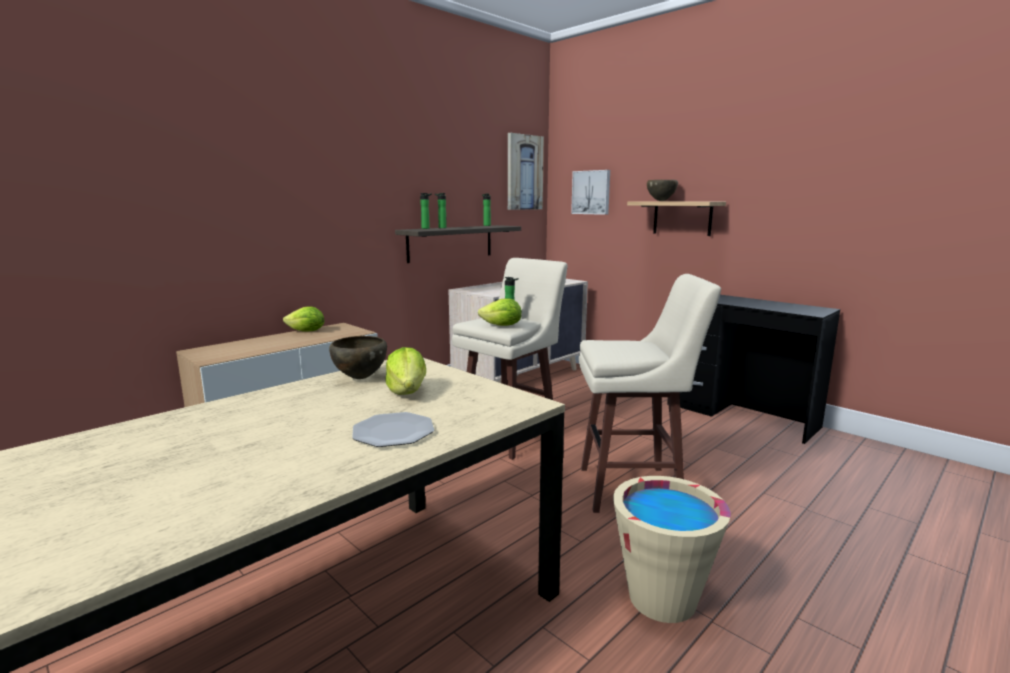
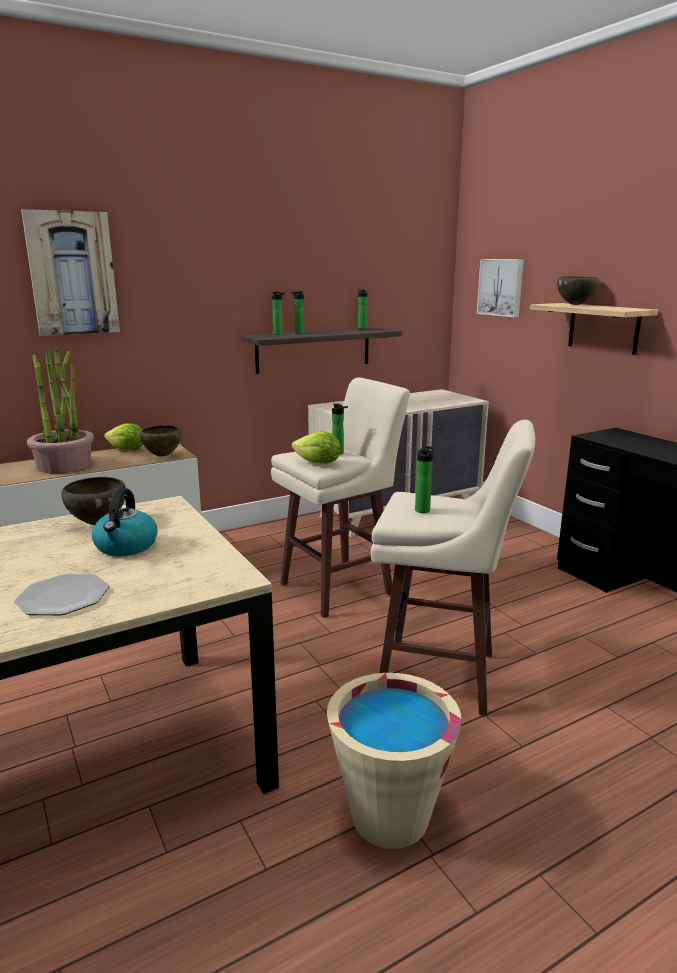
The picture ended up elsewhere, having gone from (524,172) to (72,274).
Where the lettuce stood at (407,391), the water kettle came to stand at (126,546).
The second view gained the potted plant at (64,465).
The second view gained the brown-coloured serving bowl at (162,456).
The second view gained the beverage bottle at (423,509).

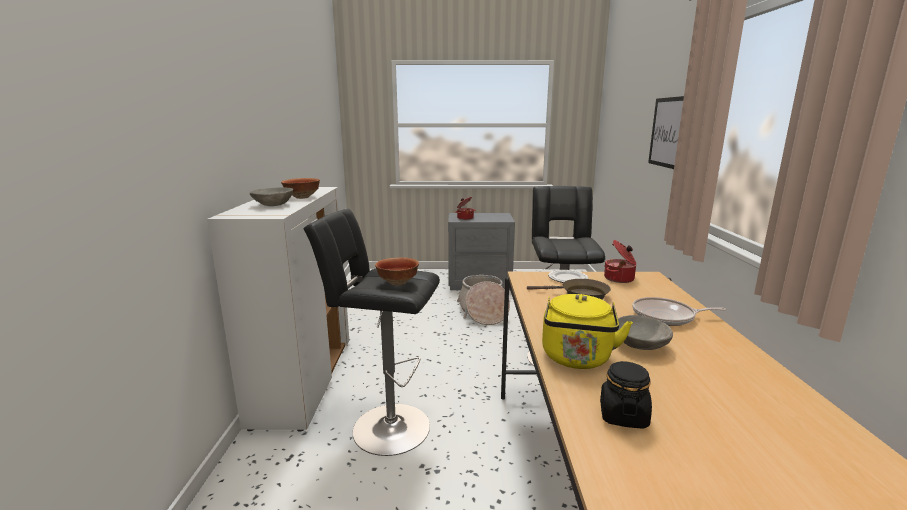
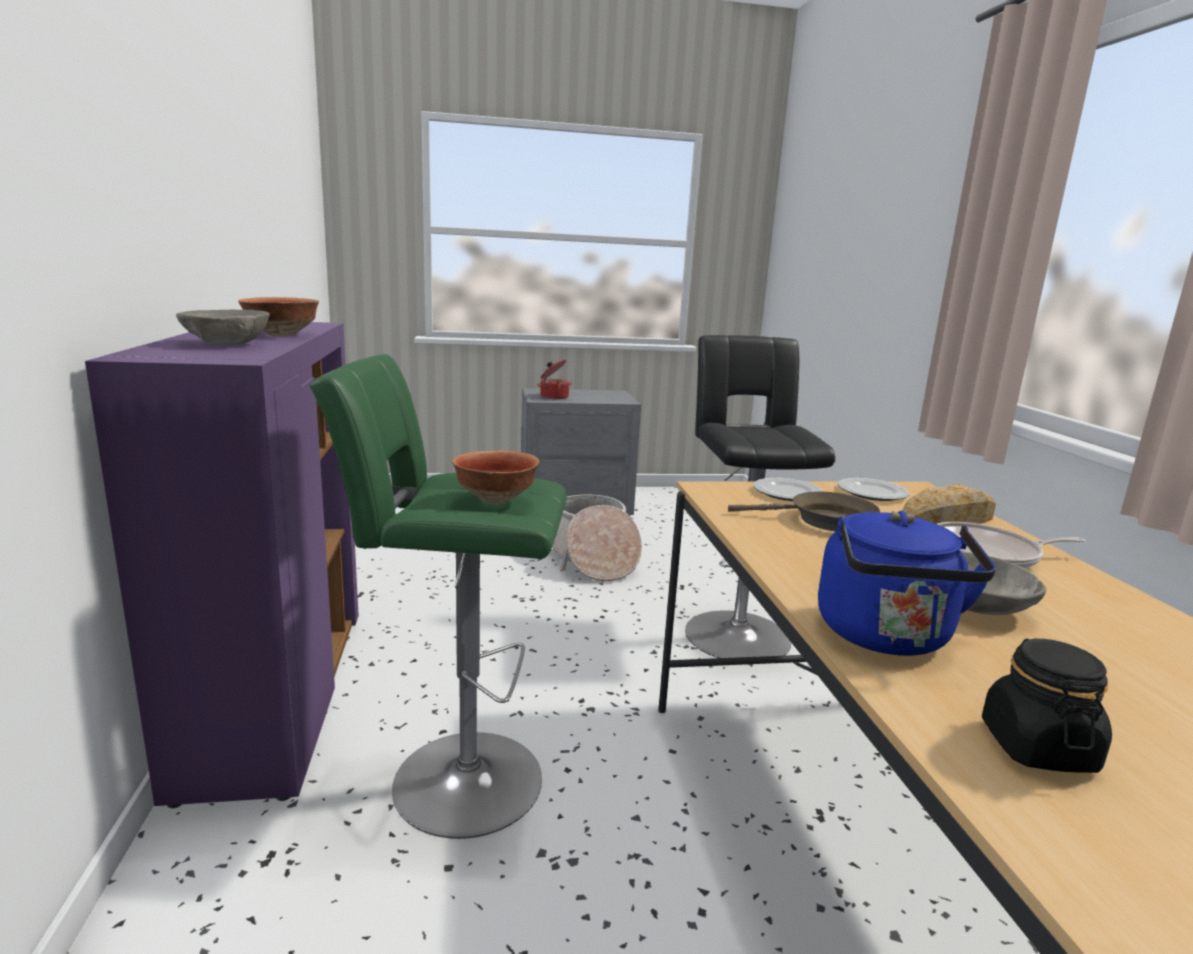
The second view lost the picture at (667,132).
What was the white cabinet at (303,380) turned into the purple cabinet at (277,696).
What was the black-coloured sitting stool at (385,427) turned into the green-coloured sitting stool at (456,780).
Where the cooking pot stood at (619,279), the plate came to stand at (873,493).
What was the yellow-coloured water kettle at (577,359) turned into the blue-coloured water kettle at (886,637).
The second view gained the bakery bread at (946,520).

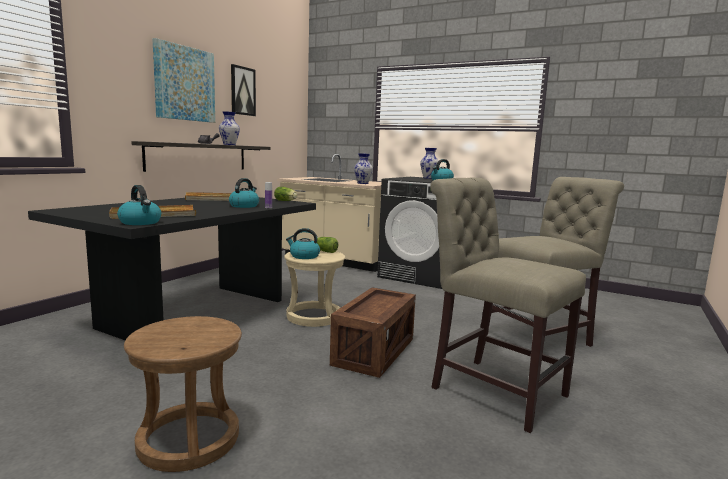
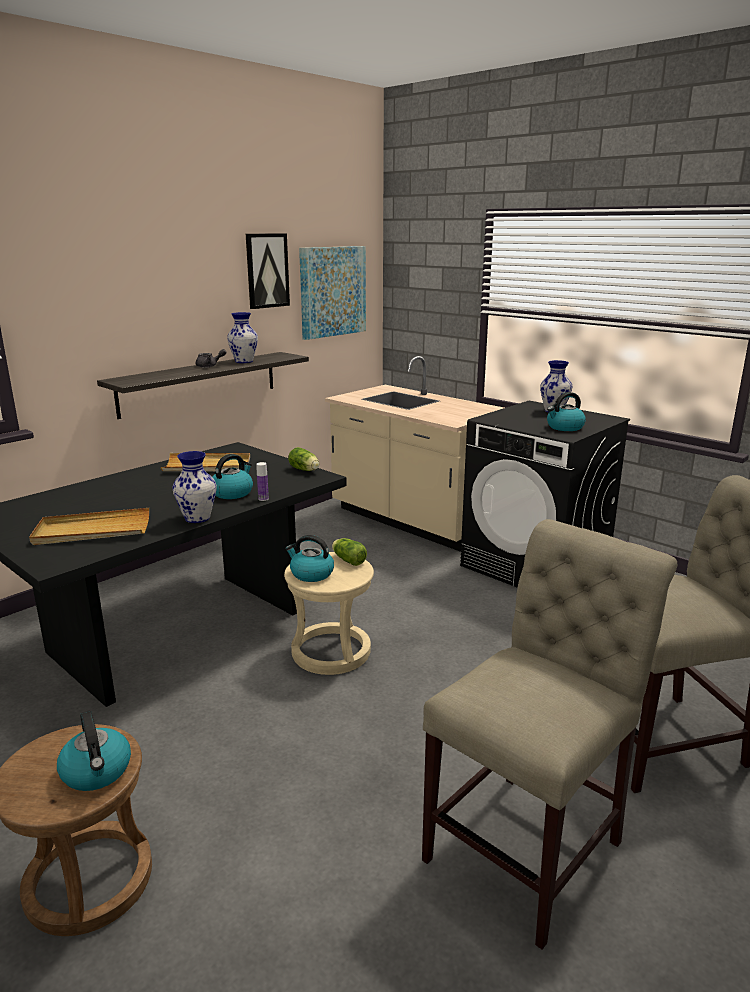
The picture ended up elsewhere, having gone from (184,83) to (332,291).
The decorative vase ended up elsewhere, having gone from (363,183) to (197,518).
The beige-coloured chair at (492,388) ended up facing another way, 75 degrees clockwise from before.
The water kettle ended up elsewhere, having gone from (140,222) to (97,772).
The second view lost the shipping crate at (374,352).

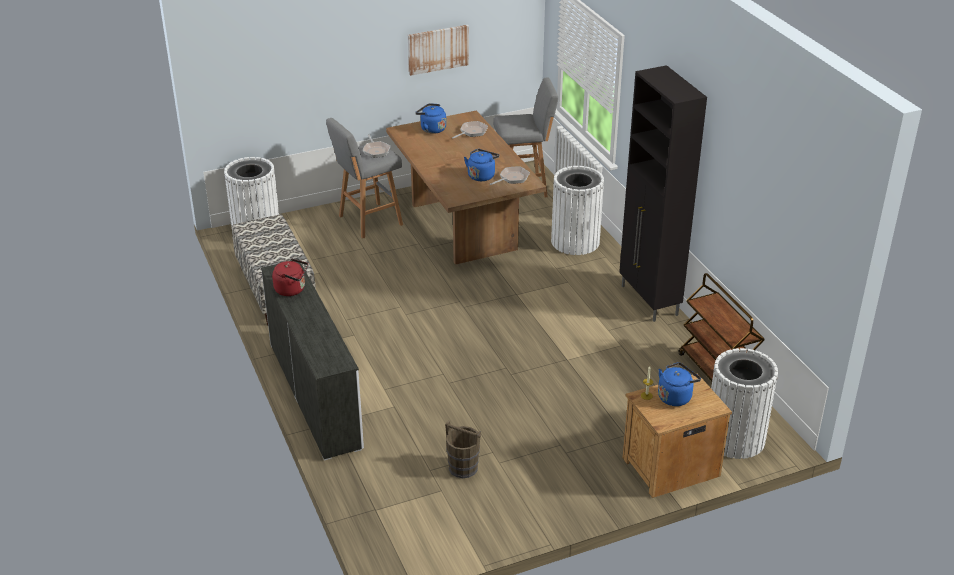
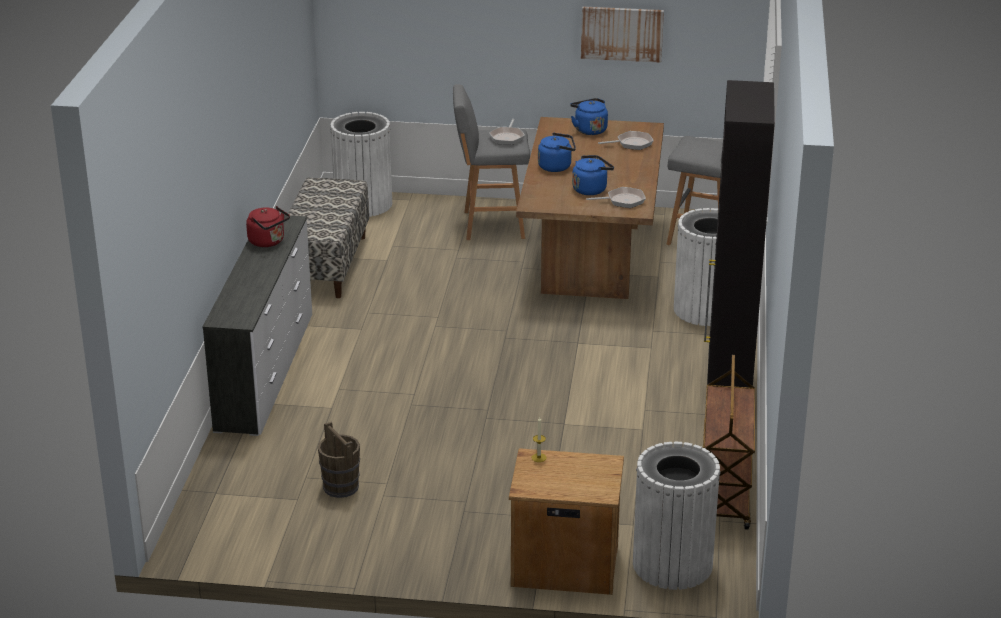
The blue-coloured water kettle ended up elsewhere, having gone from (675,396) to (557,166).

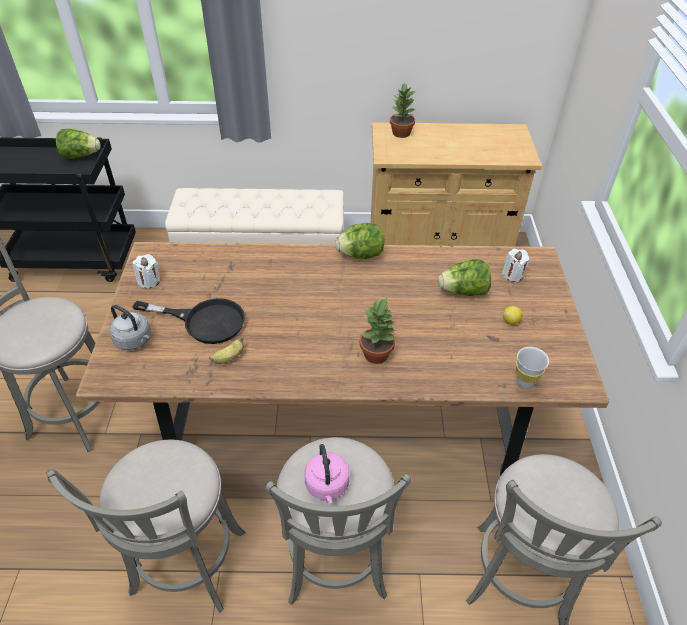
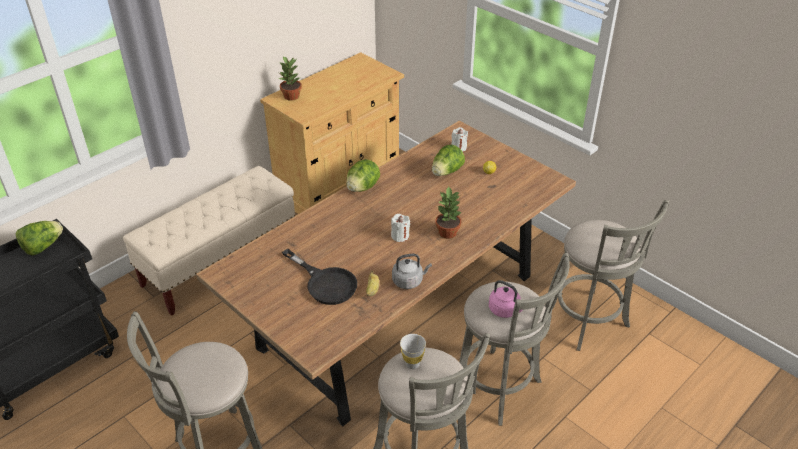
The white wax light ended up elsewhere, having gone from (149,281) to (400,236).
The black-coloured pan at (204,321) ended up facing another way, 75 degrees clockwise from before.
The greyish water kettle ended up elsewhere, having gone from (135,341) to (409,281).
The white cup ended up elsewhere, having gone from (524,382) to (412,364).

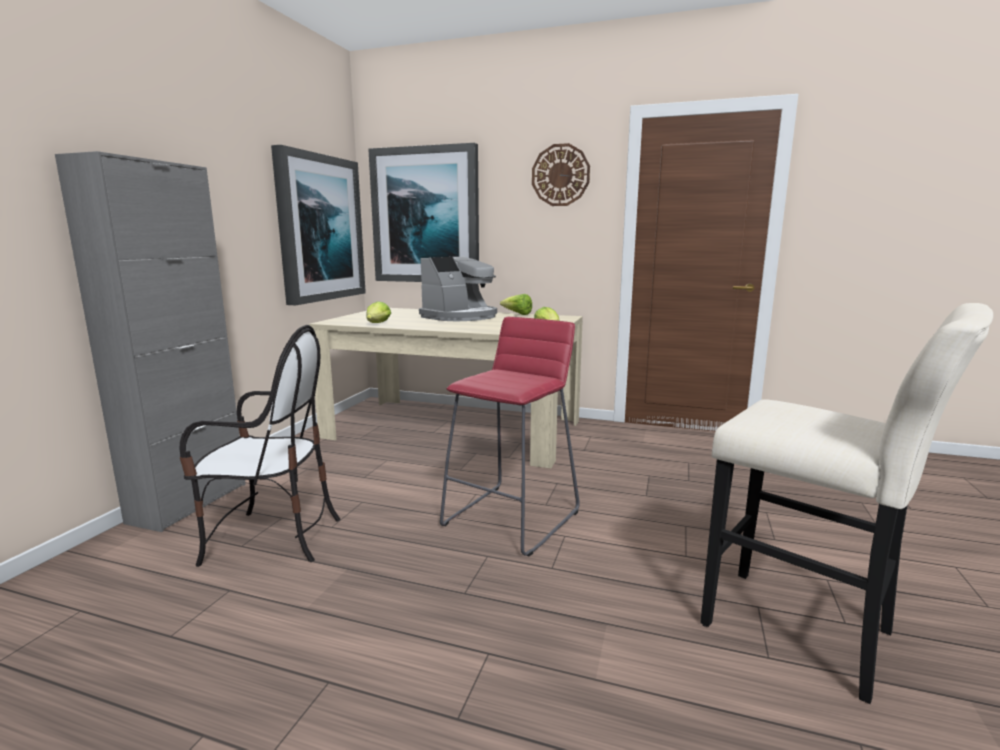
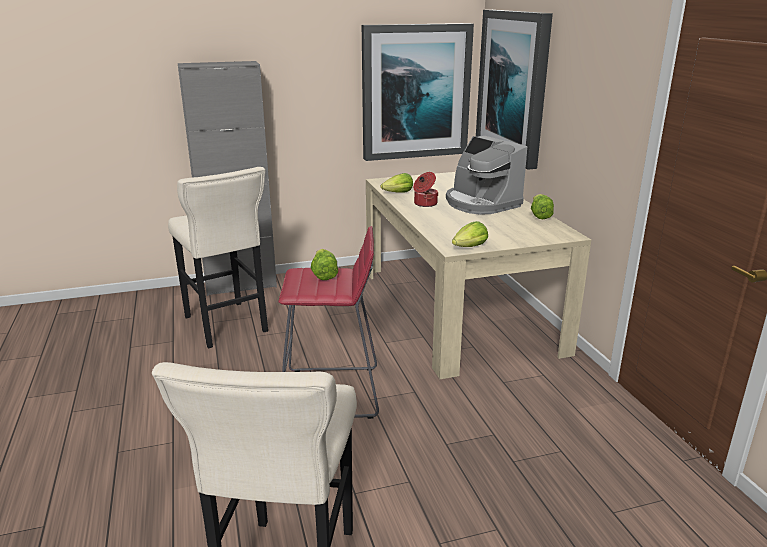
The second view lost the hanging clock at (560,175).
The coffee machine at (460,317) ended up facing another way, 45 degrees clockwise from before.
Where the chair stood at (272,539), the beige-coloured sitting stool came to stand at (227,326).
The second view gained the cooking pot at (424,204).
The second view gained the lettuce at (323,275).

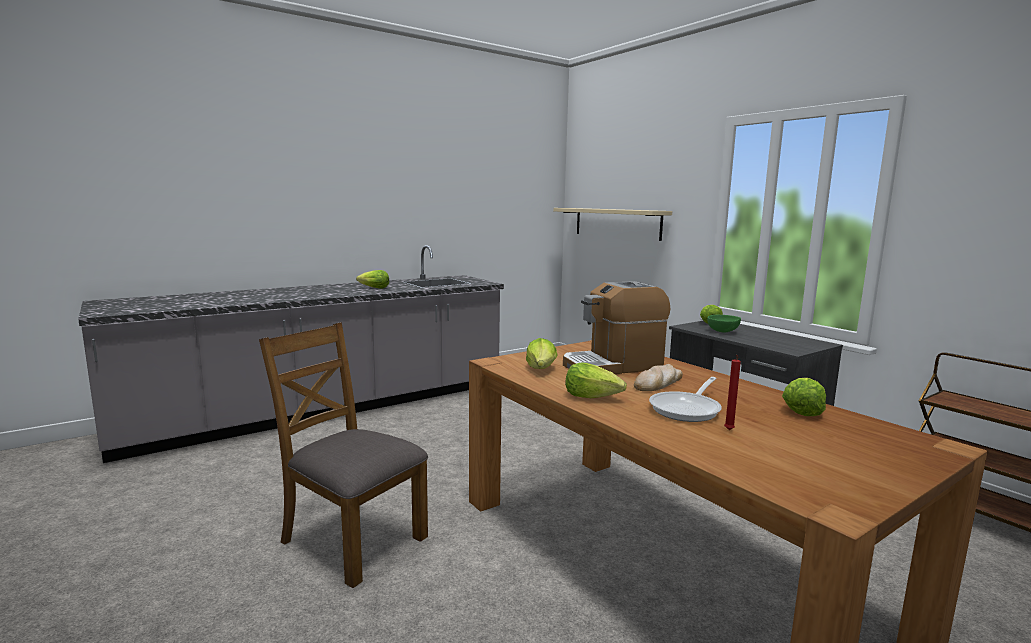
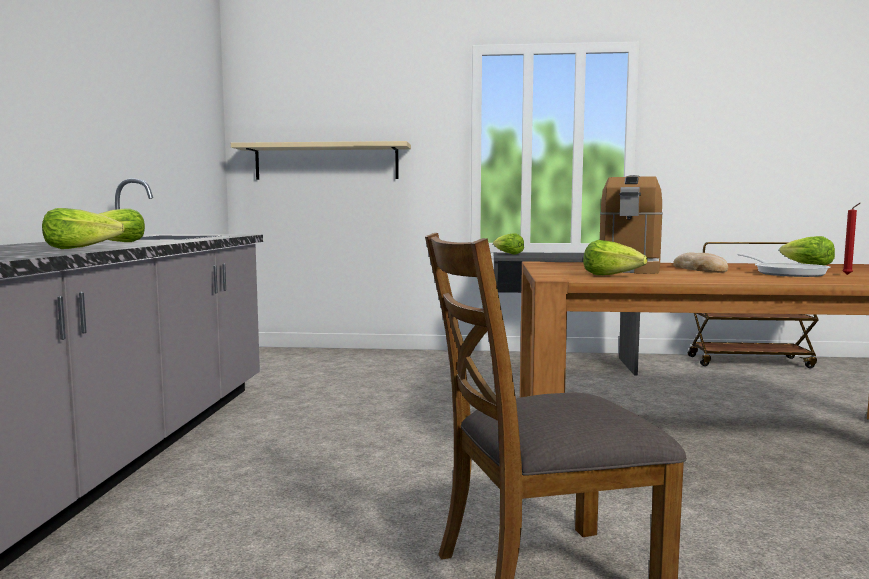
The second view lost the green-coloured serving bowl at (723,332).
The lettuce ended up elsewhere, having gone from (592,397) to (81,248).

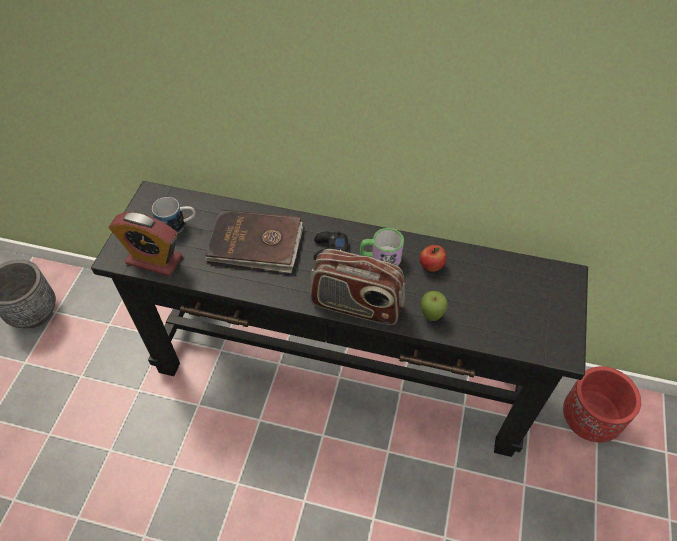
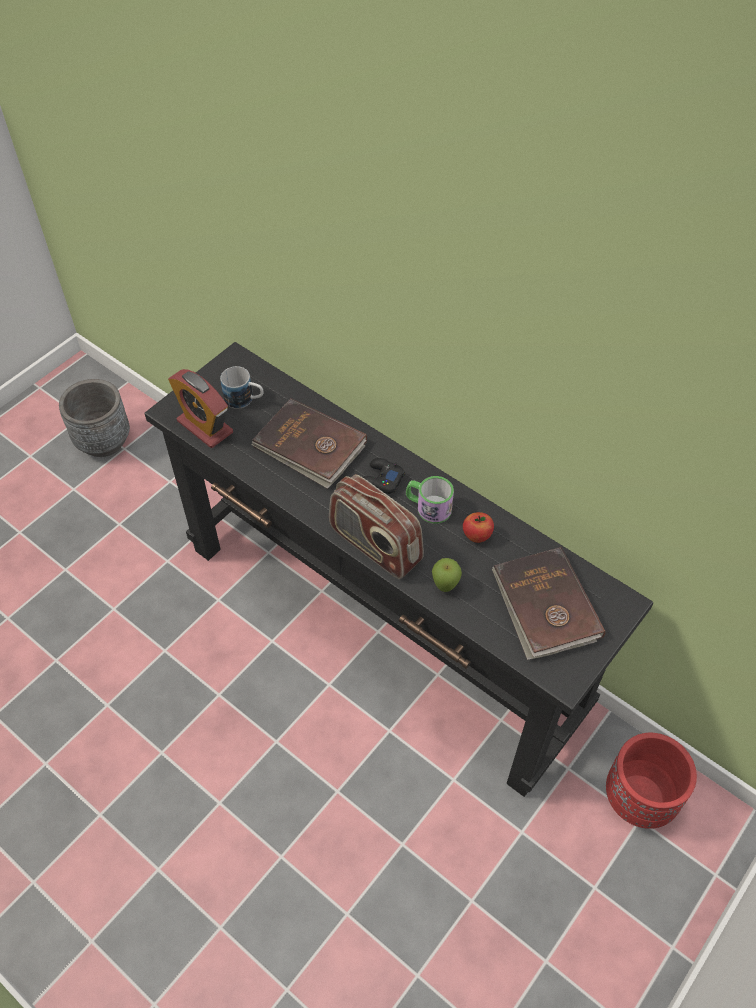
The second view gained the brown-coloured bound book at (545,606).

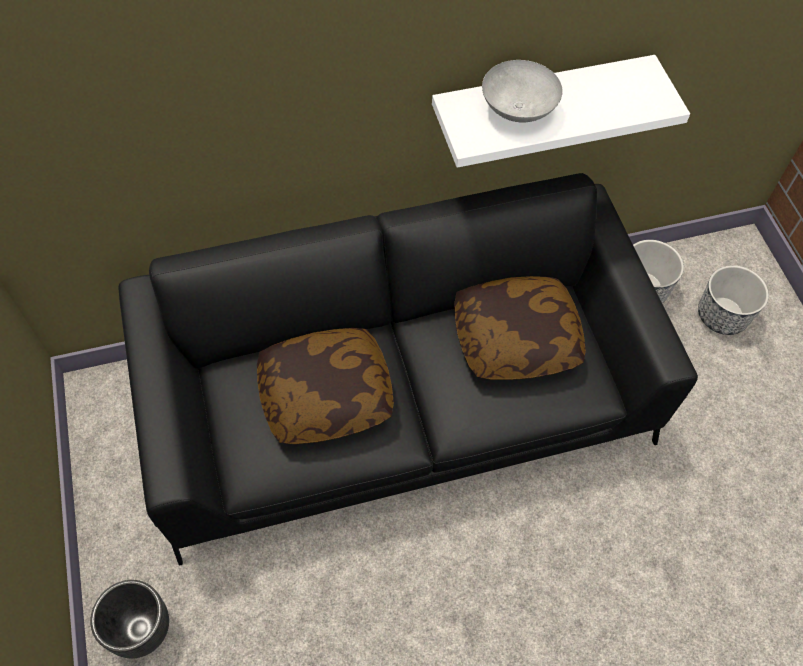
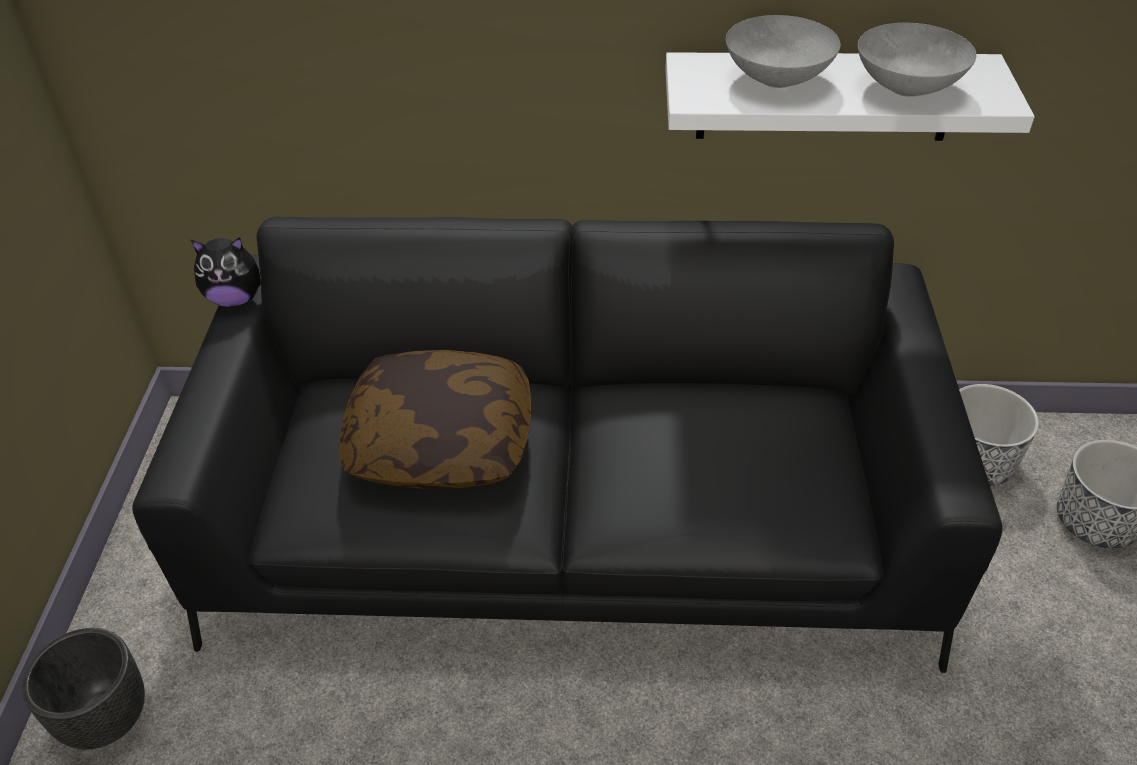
The second view lost the pillow at (515,339).
The second view gained the greyish serving bowl at (908,87).
The second view gained the cuddly toy at (236,298).

